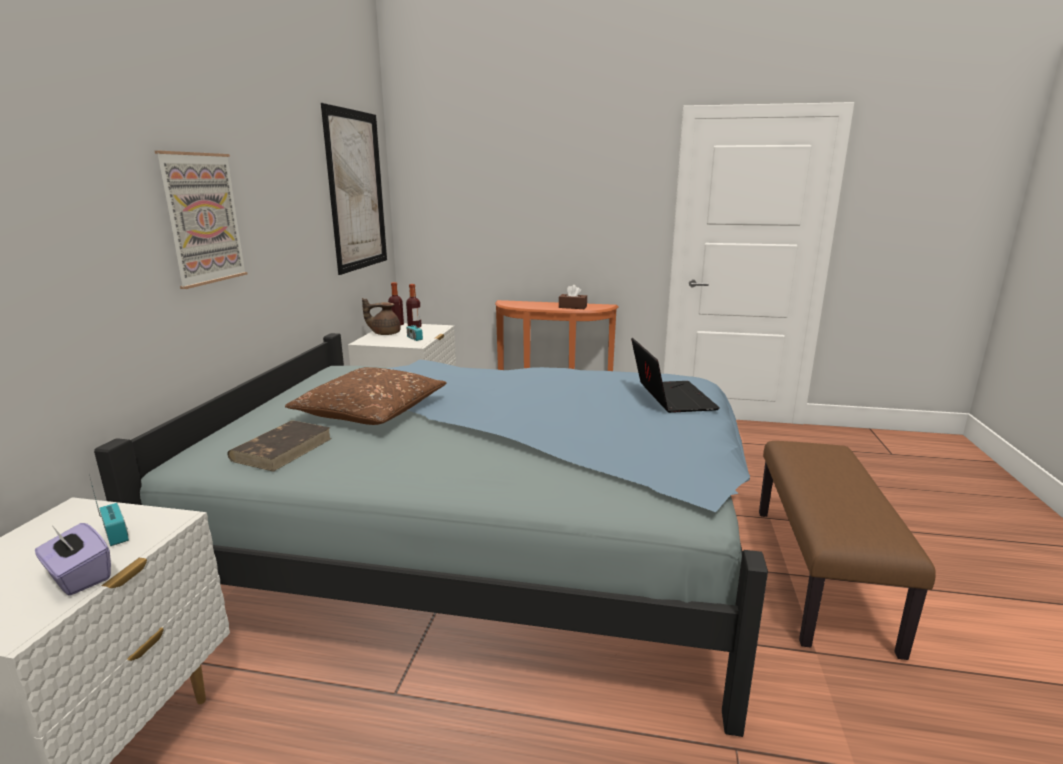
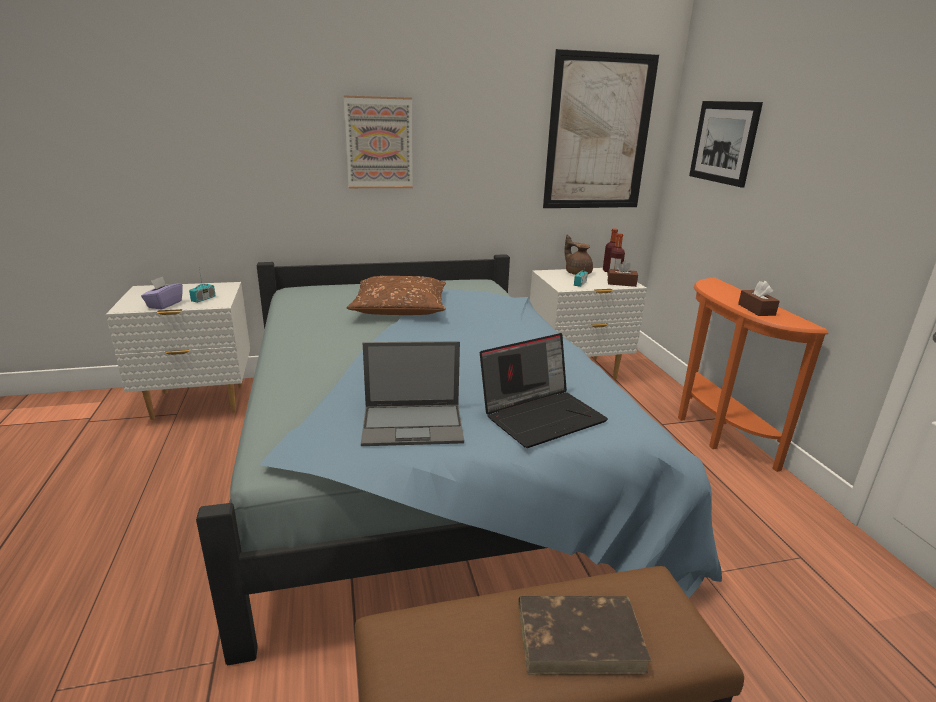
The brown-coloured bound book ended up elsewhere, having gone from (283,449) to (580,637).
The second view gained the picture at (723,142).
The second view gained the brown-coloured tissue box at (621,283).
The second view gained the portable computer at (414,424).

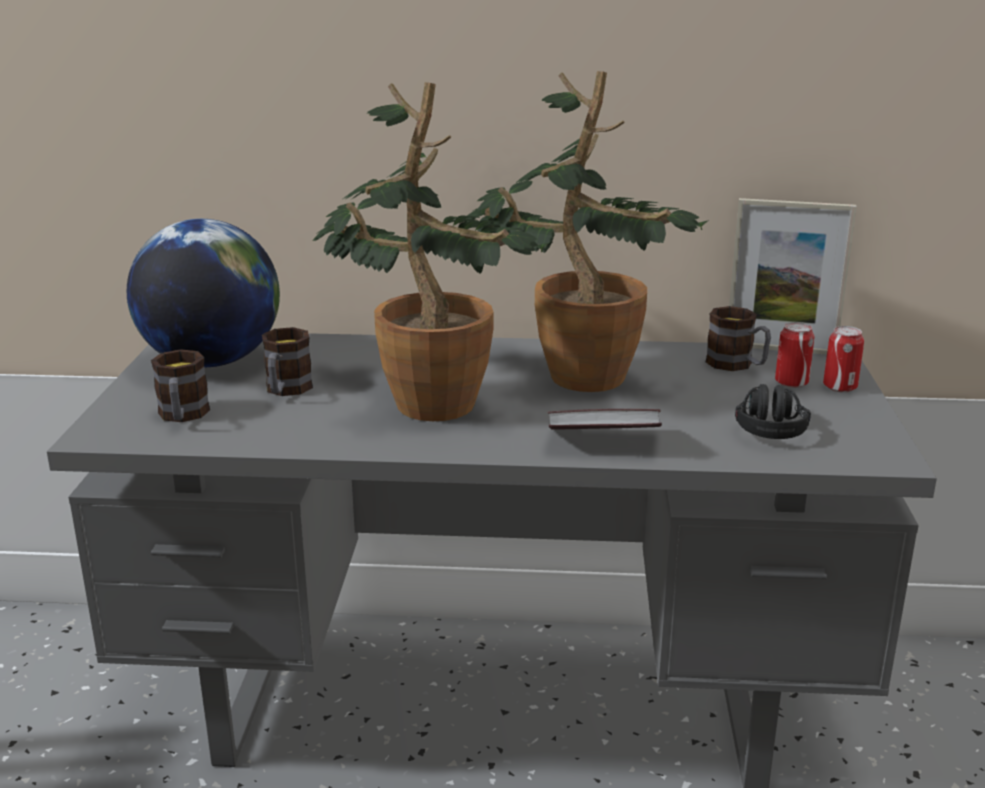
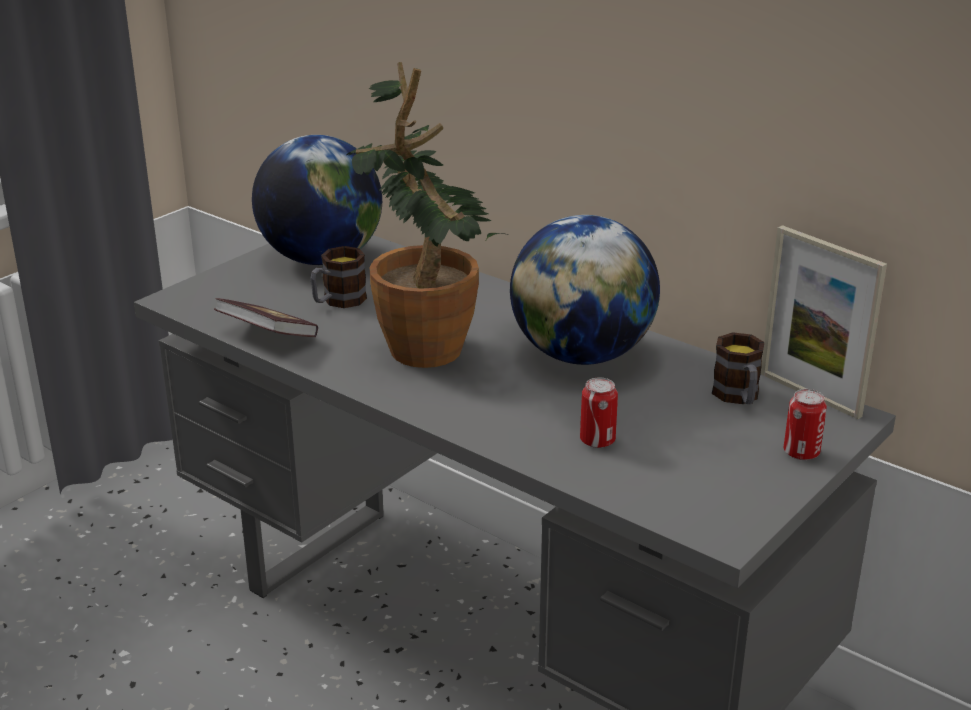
Where the potted plant stood at (574,370), the desk globe came to stand at (582,355).
The sealed can ended up elsewhere, having gone from (791,383) to (597,440).
The second view lost the mug at (183,416).
The second view lost the black-coloured pair of headphones at (769,424).
The bound book ended up elsewhere, having gone from (603,442) to (267,336).

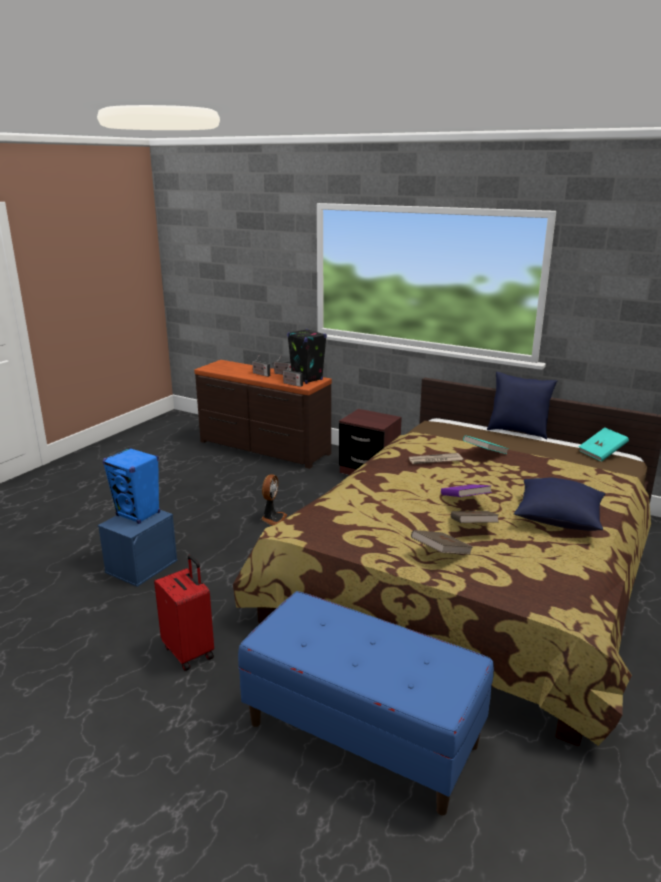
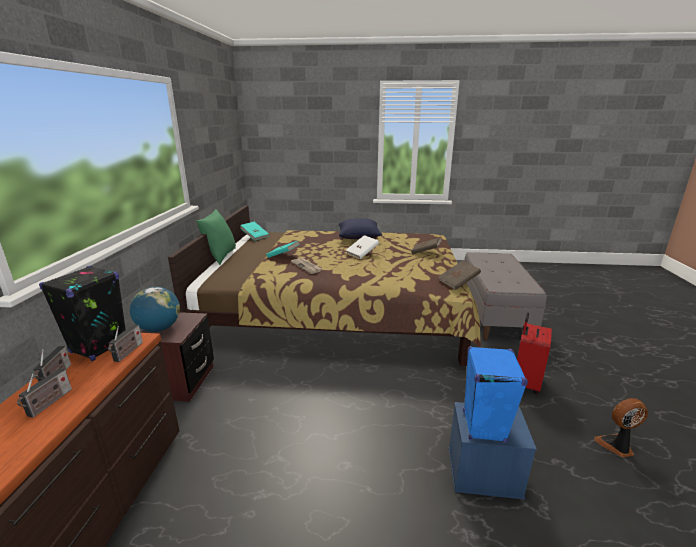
What was the blue-coloured pillow at (518,431) turned into the green-coloured pillow at (220,256).
The electric fan ended up elsewhere, having gone from (273,518) to (616,446).
What was the purple bound book at (464,501) turned into the white bound book at (362,254).
The brown-coloured bound book ended up elsewhere, having gone from (472,528) to (458,283).
What was the blue-coloured bench at (363,734) turned into the greyish bench at (493,314).
The second view gained the desk globe at (159,328).

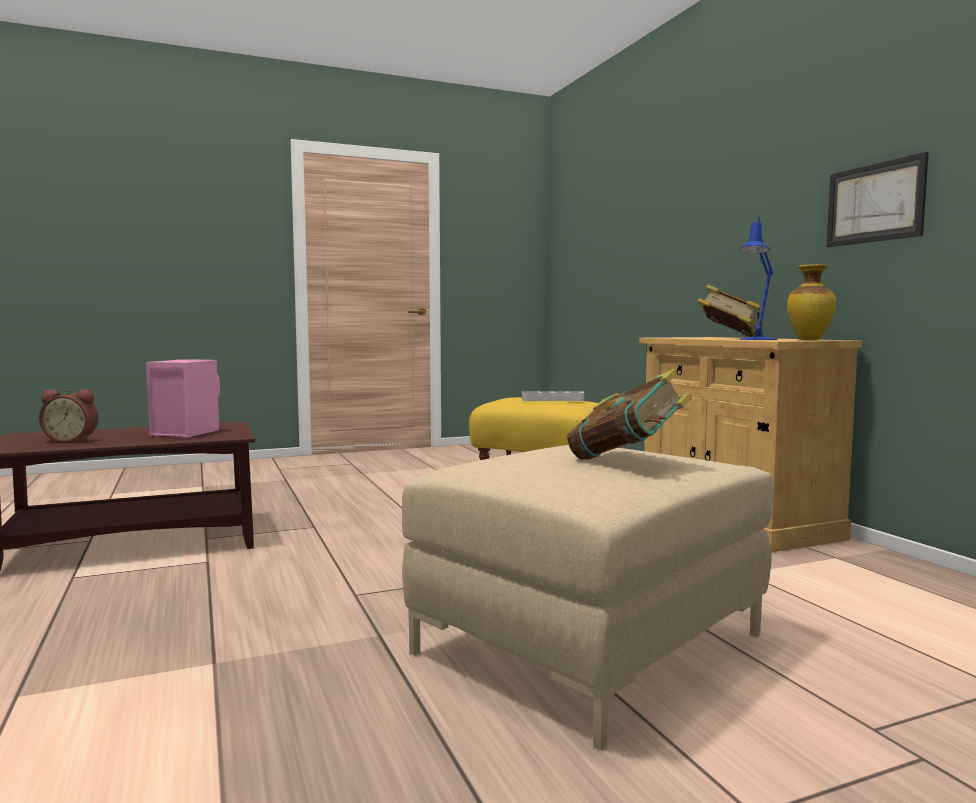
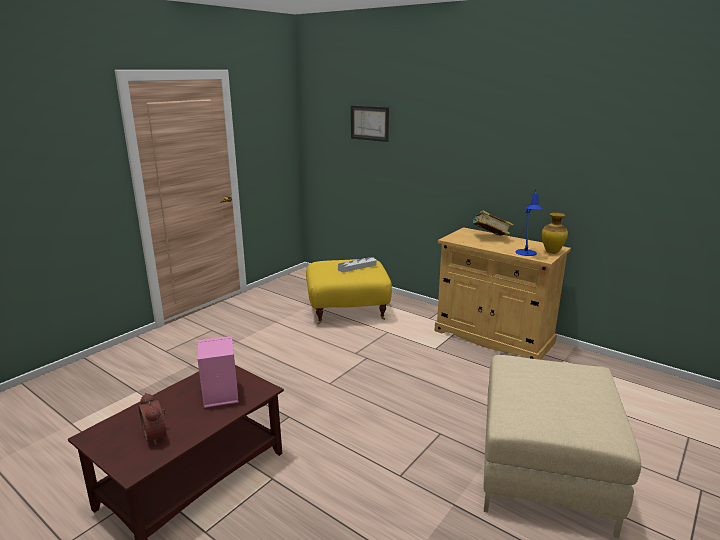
The picture ended up elsewhere, having gone from (875,203) to (369,123).
The second view lost the bound book at (627,460).
The alarm clock at (72,440) ended up facing another way, 90 degrees clockwise from before.

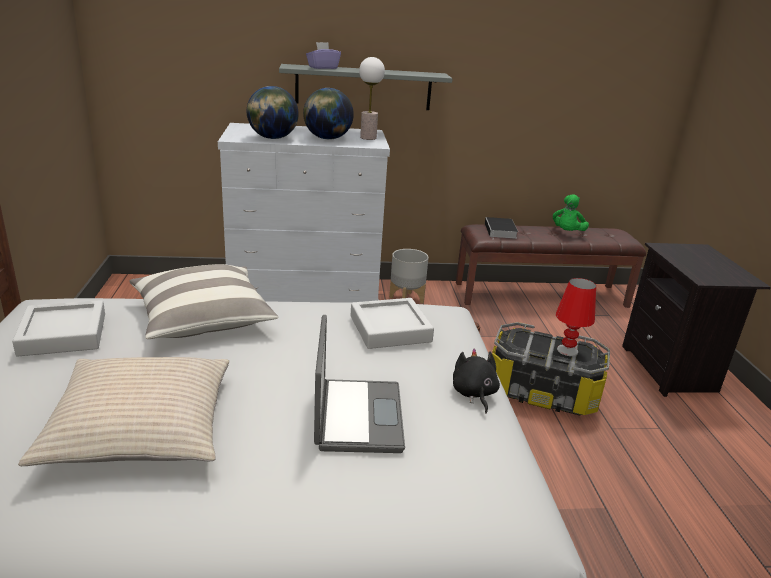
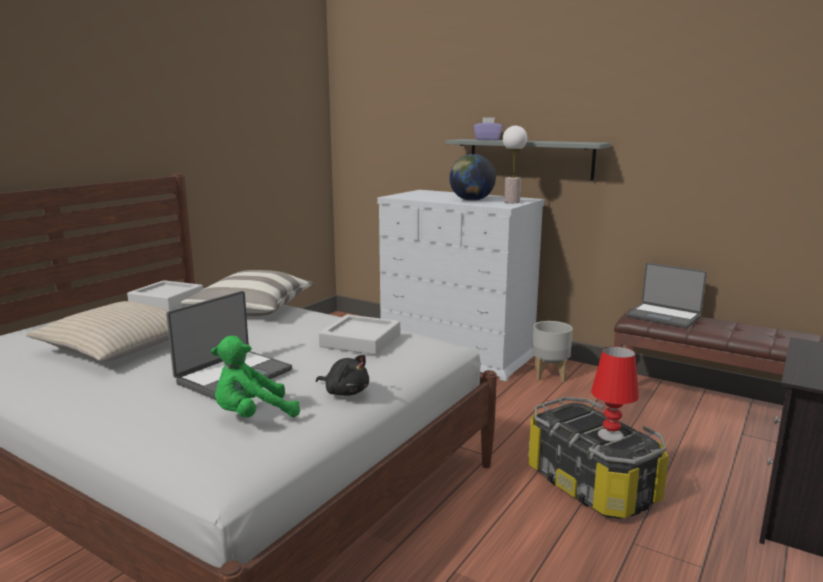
The second view lost the desk globe at (272,138).
The green-coloured cuddly toy ended up elsewhere, having gone from (567,233) to (252,416).
Where the bound book stood at (501,231), the portable computer came to stand at (664,316).
The black-coloured cuddly toy at (474,394) ended up facing another way, 90 degrees clockwise from before.

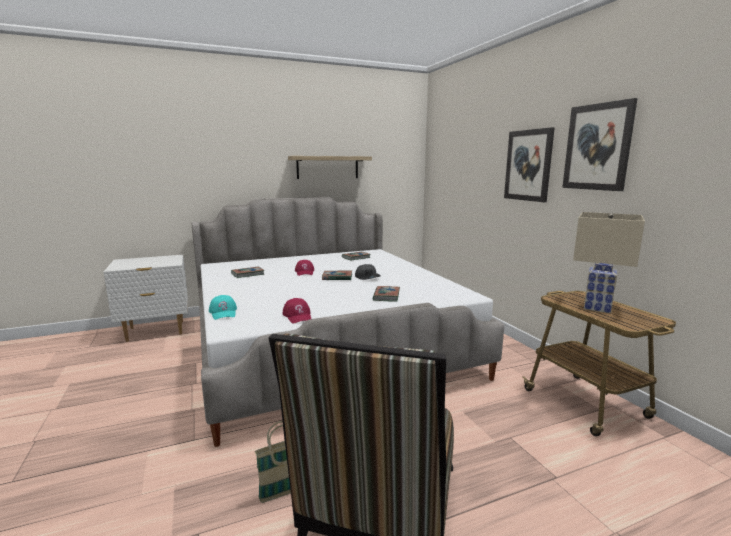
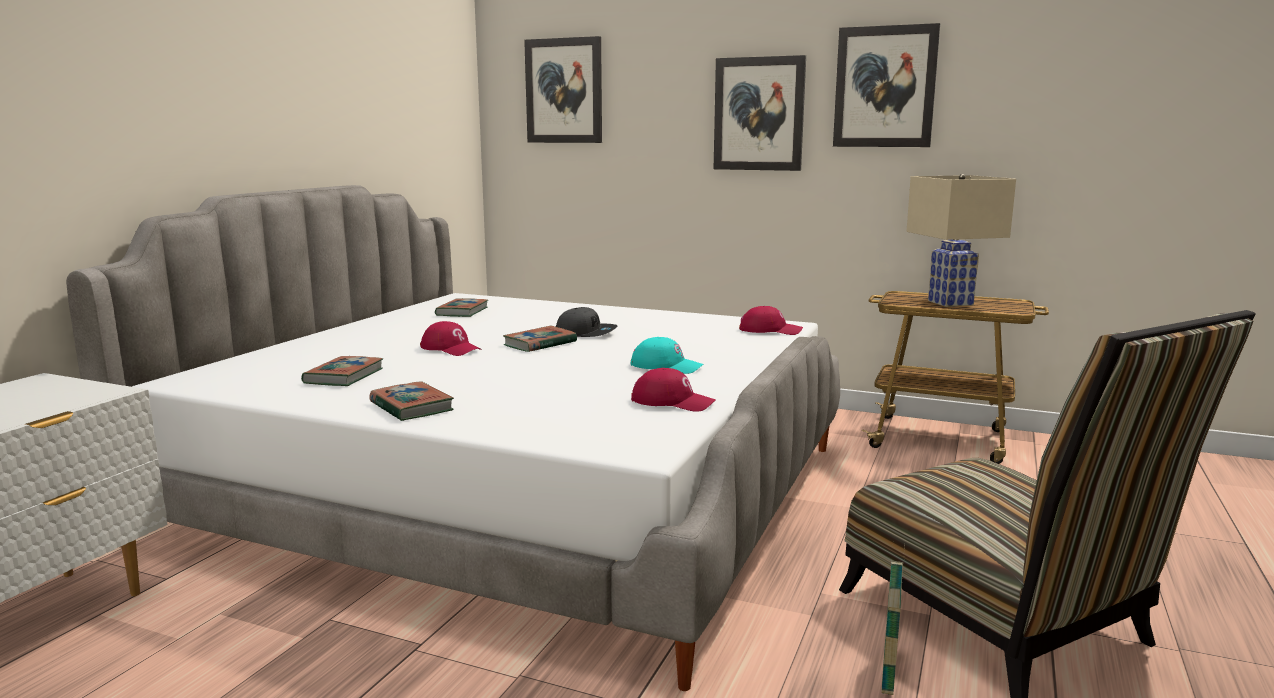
The second view lost the wall shelf at (327,167).
The bound book ended up elsewhere, having gone from (386,296) to (411,407).
The turquoise-coloured cap ended up elsewhere, having gone from (223,312) to (666,366).
The second view gained the picture at (564,91).
The second view gained the red-coloured cap at (770,330).

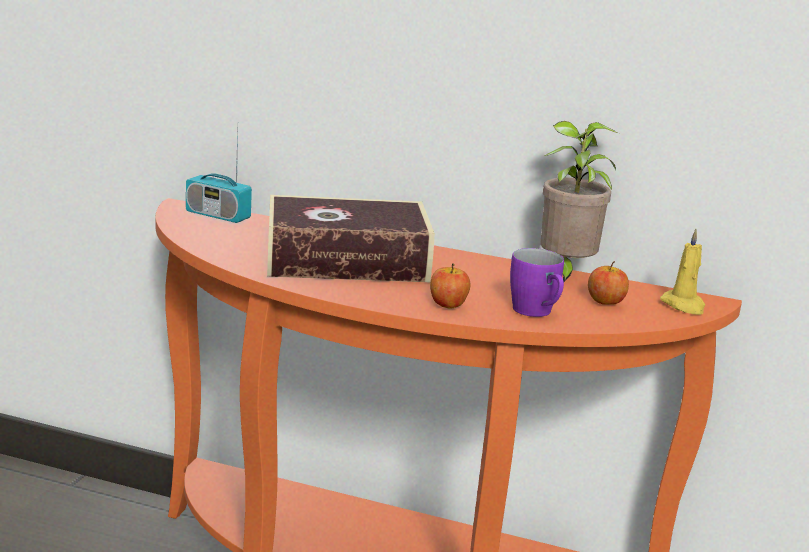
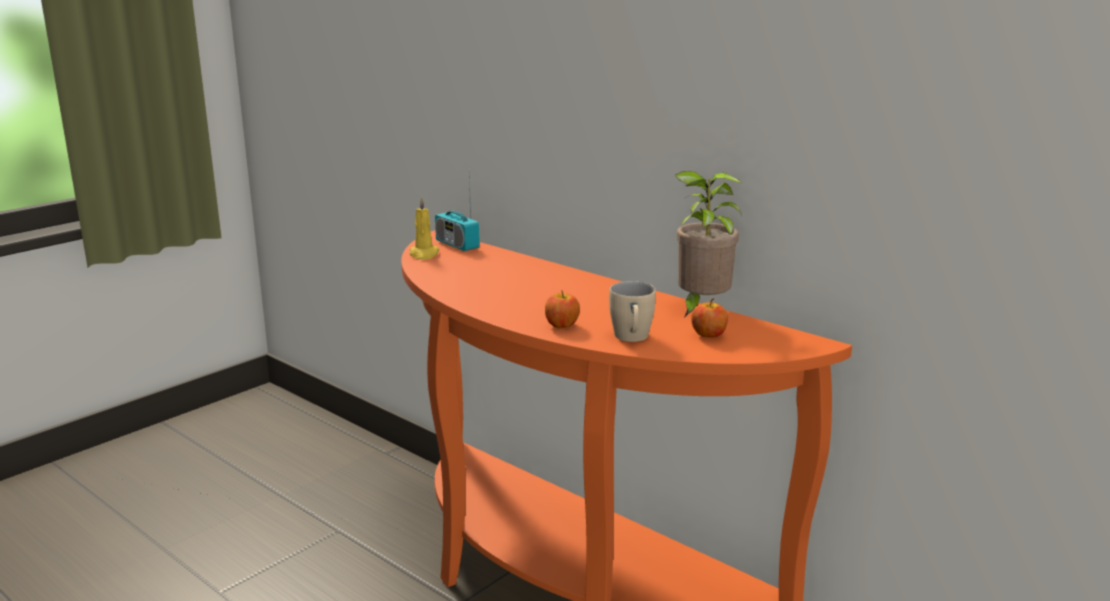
The second view lost the bound book at (346,261).
The yellow-coloured wax light ended up elsewhere, having gone from (684,306) to (424,254).
What was the purple mug at (537,313) turned into the beige-coloured mug at (632,338).

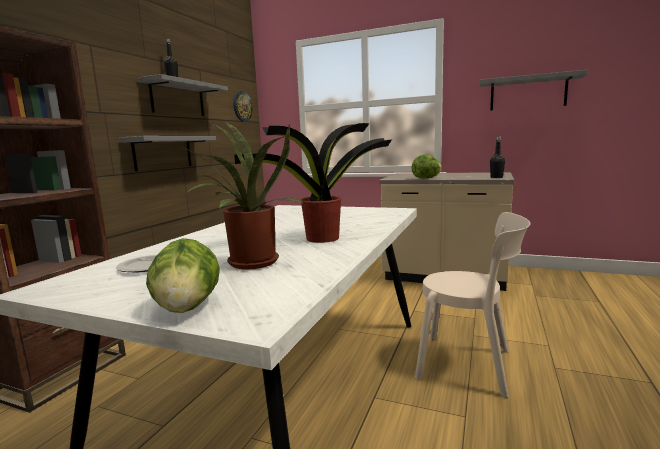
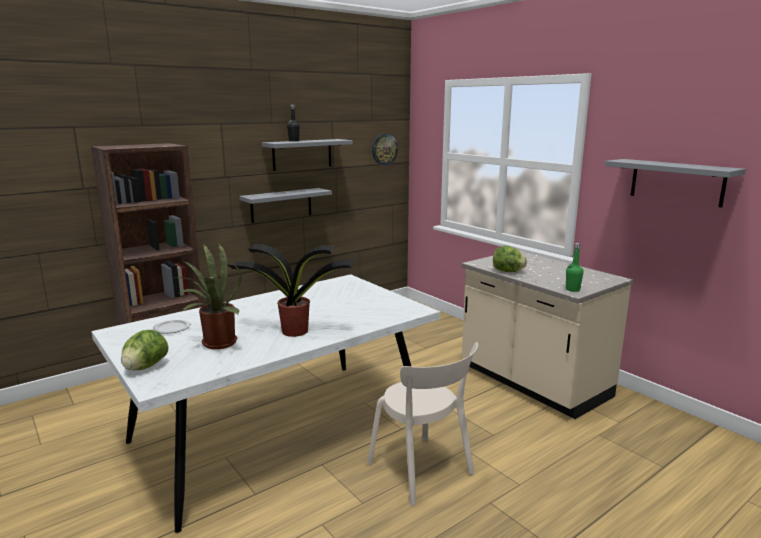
What was the black-coloured beverage bottle at (496,177) turned into the green-coloured beverage bottle at (572,289).

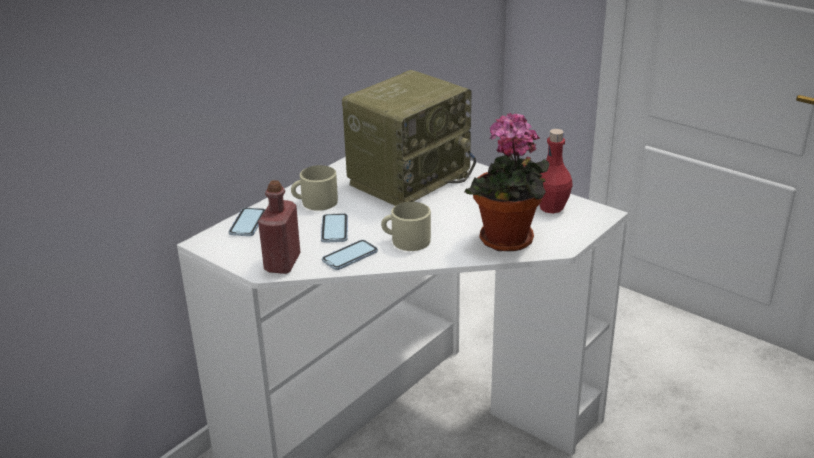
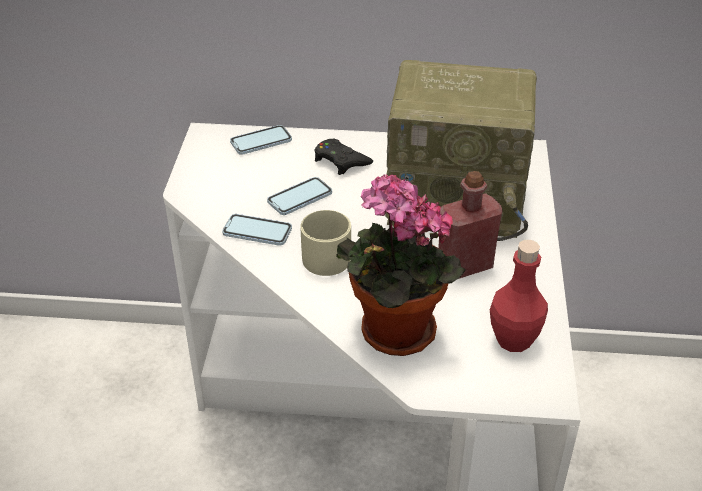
Where the beige-coloured mug stood at (315,202), the black-coloured joypad came to stand at (340,161).
The red-coloured beverage bottle ended up elsewhere, having gone from (282,263) to (465,266).

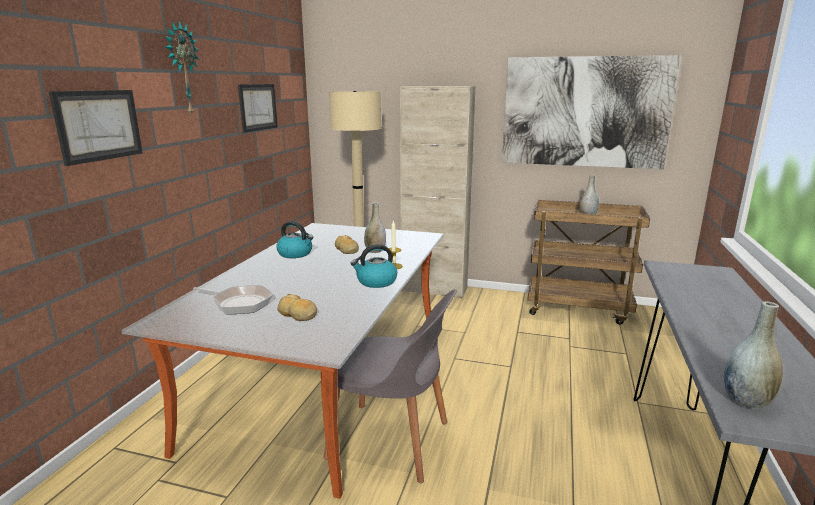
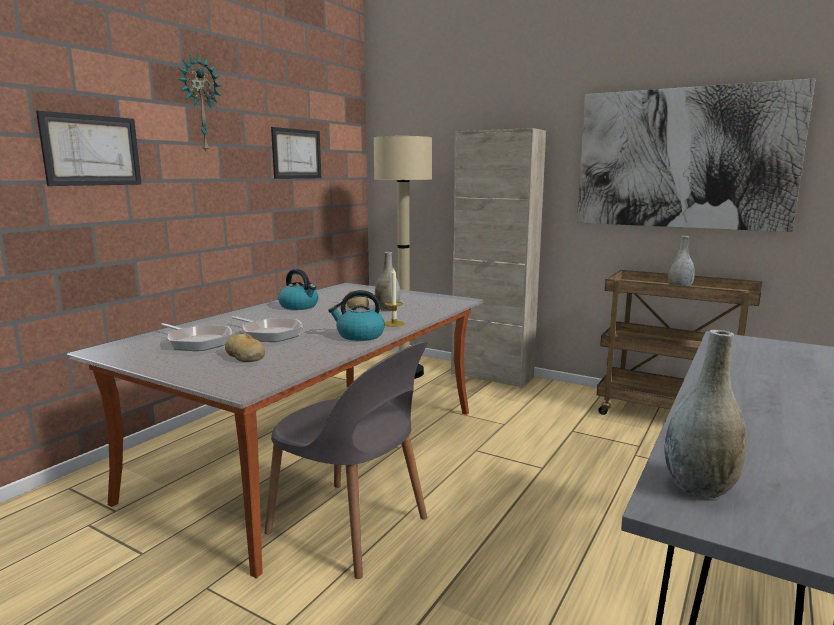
The second view gained the pan at (269,333).

